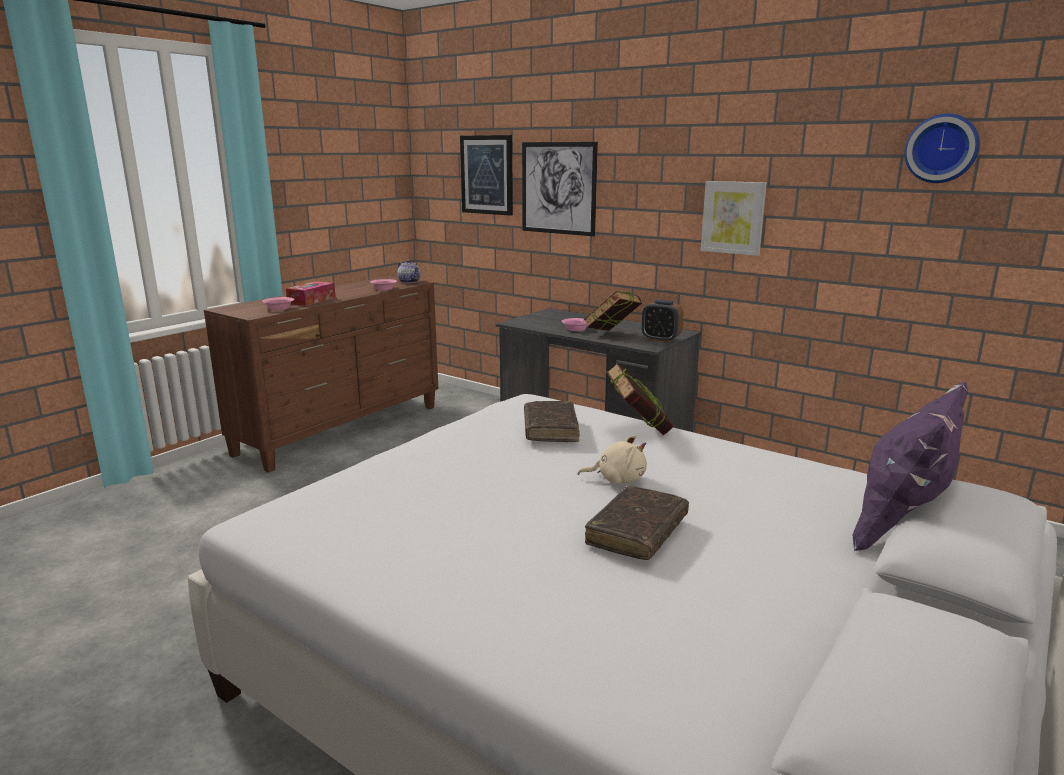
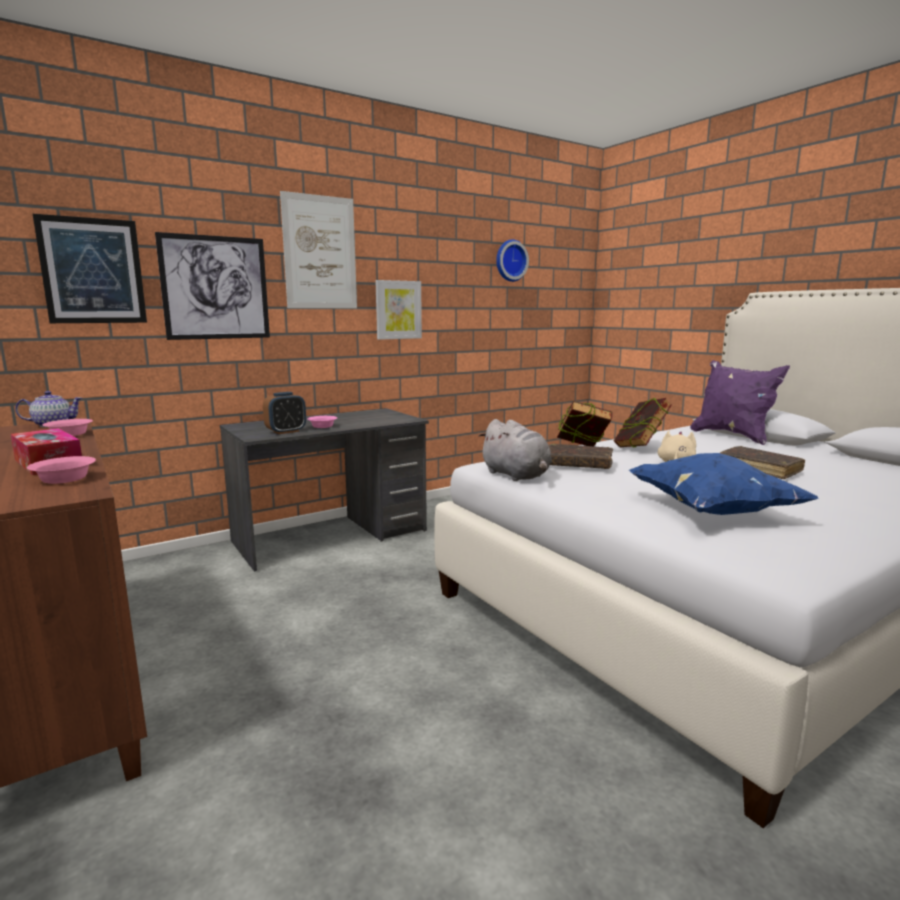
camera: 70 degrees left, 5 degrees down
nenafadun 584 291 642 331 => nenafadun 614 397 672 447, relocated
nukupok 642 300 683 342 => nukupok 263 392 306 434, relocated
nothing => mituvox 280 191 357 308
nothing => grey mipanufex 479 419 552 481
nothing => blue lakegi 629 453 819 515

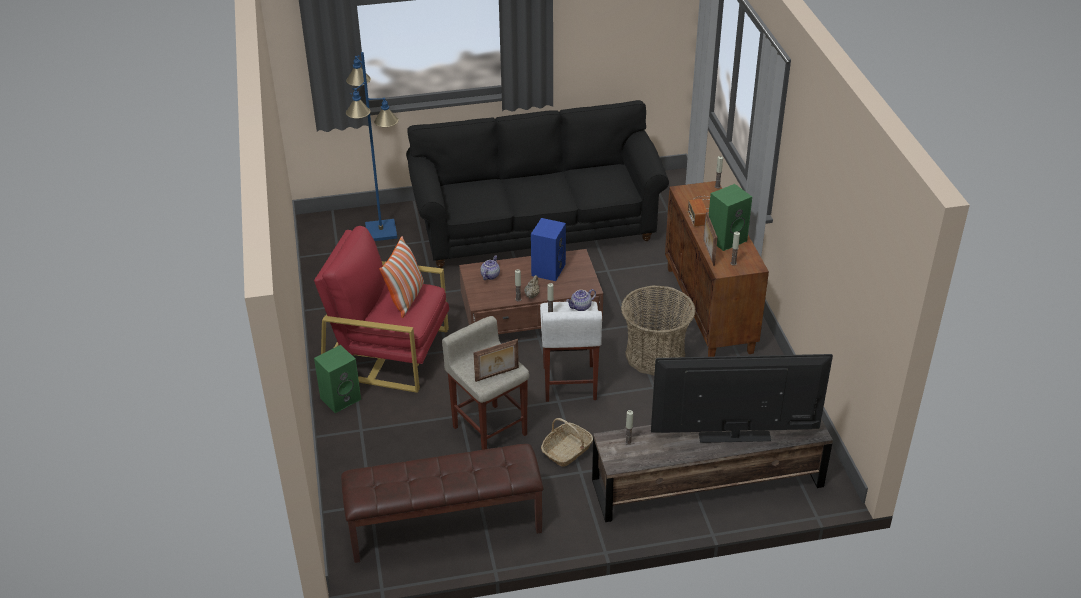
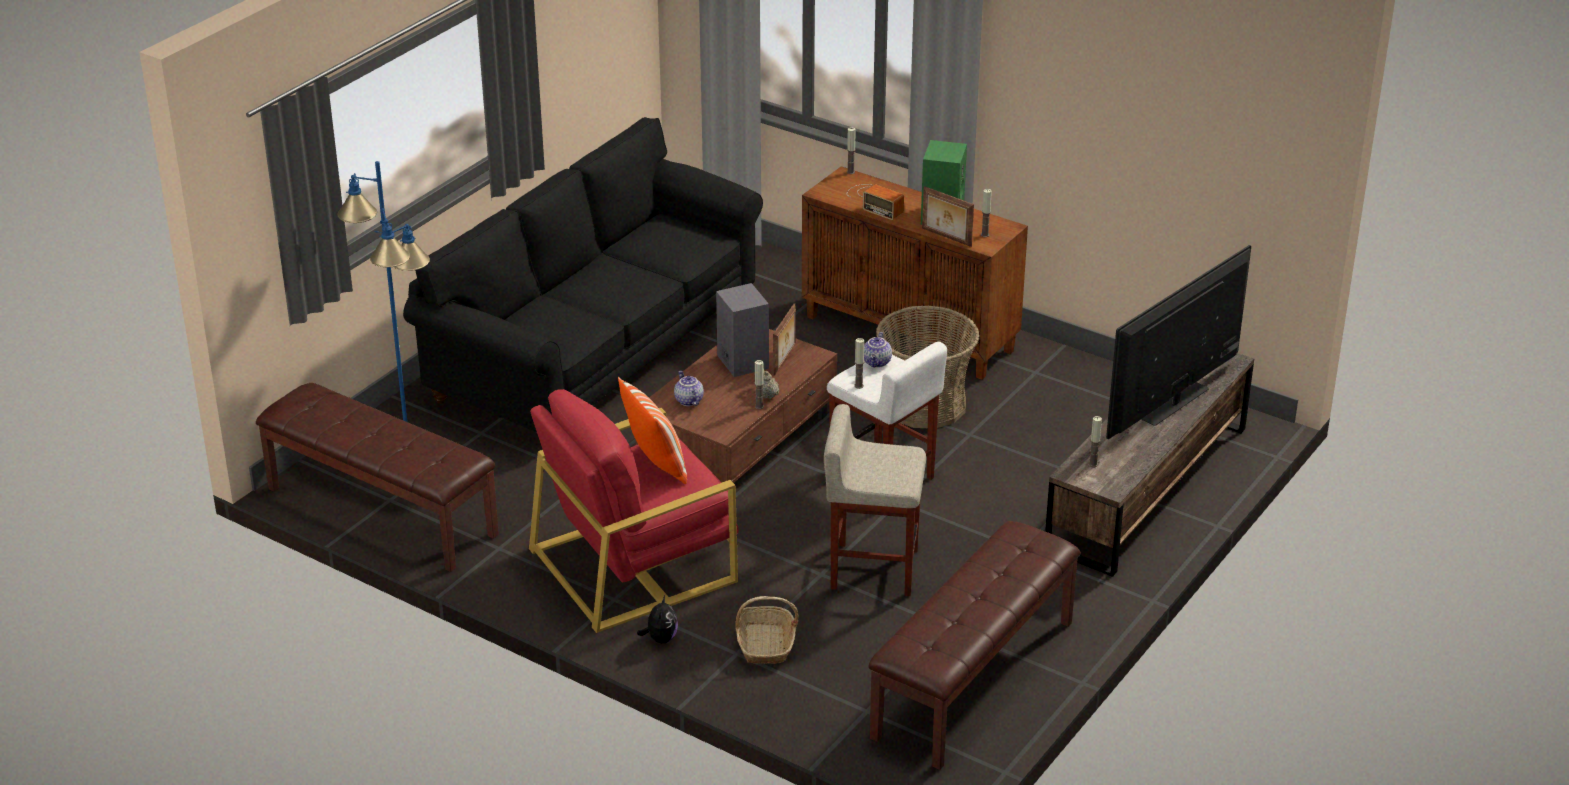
camera: 45 degrees left, 5 degrees down
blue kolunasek 531 218 566 281 => grey kolunasek 716 283 769 377
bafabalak 474 339 519 382 => bafabalak 773 303 796 376, relocated
green kolunasek 314 345 361 413 => mipanufex 637 595 678 643
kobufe 541 418 593 467 => kobufe 735 596 799 664, relocated
nothing => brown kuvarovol 256 383 499 572

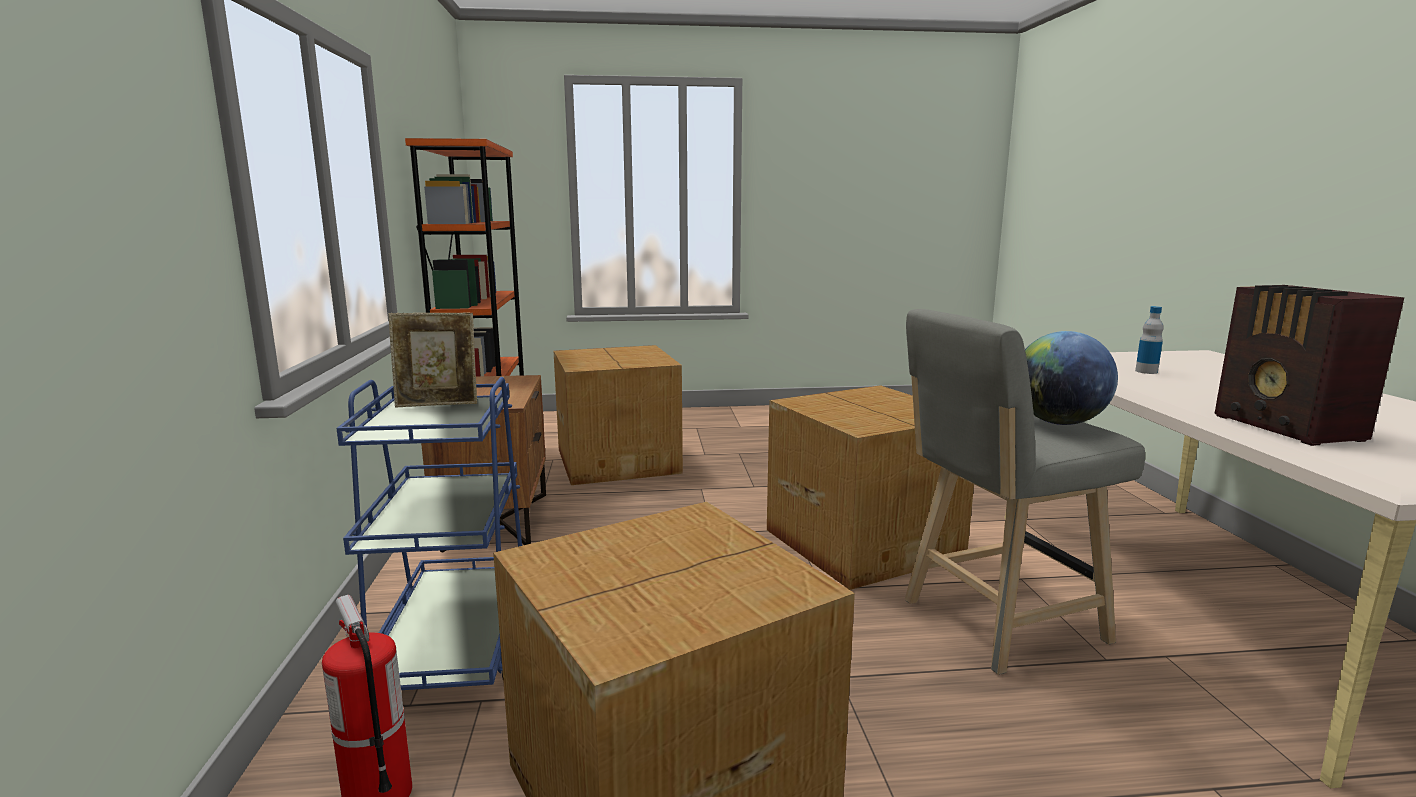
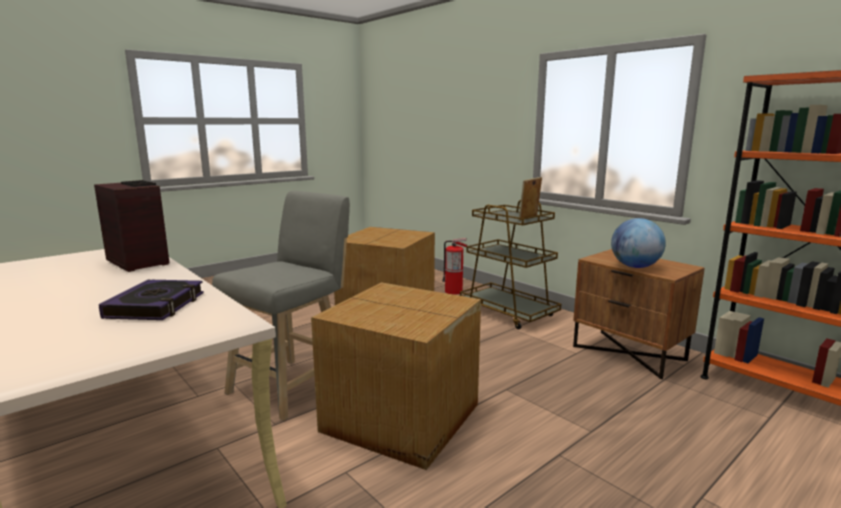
camera: 145 degrees right, 0 degrees up
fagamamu 1135 306 1164 374 => nenafadun 99 279 204 320
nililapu 1025 331 1118 425 => nililapu 611 218 666 268, relocated
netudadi 554 345 683 485 => nothing
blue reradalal 336 377 522 690 => brown reradalal 460 200 561 329

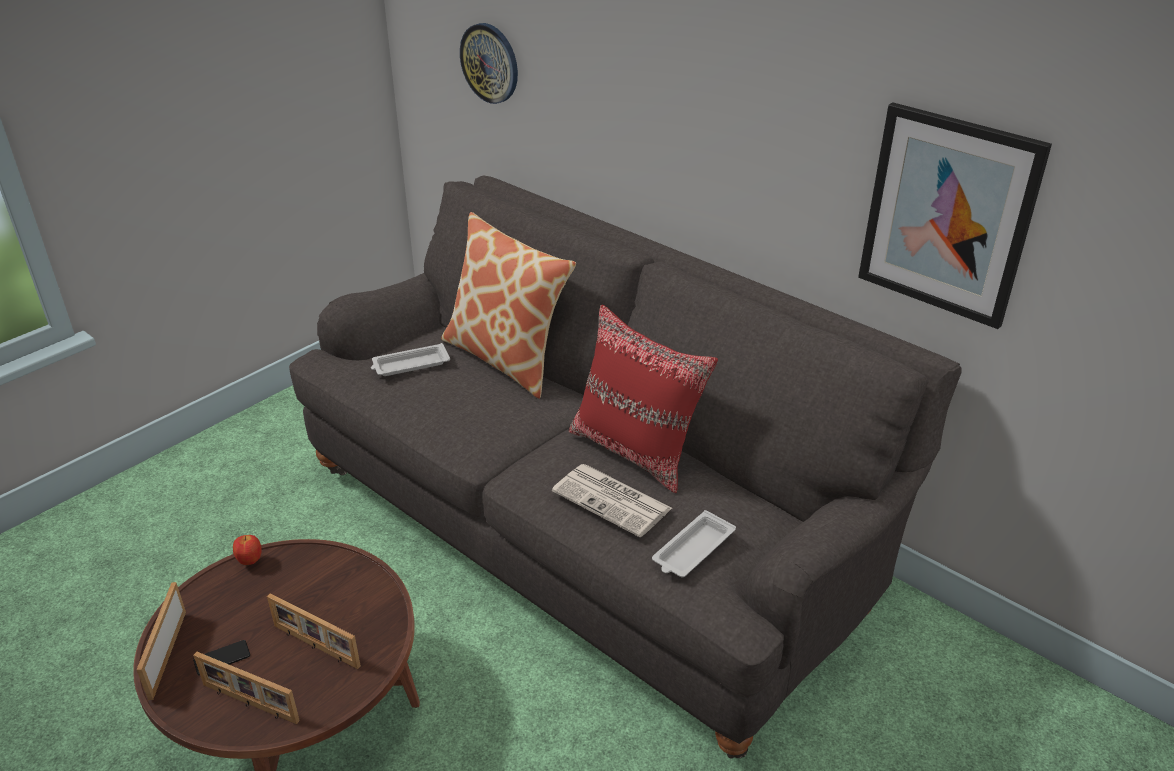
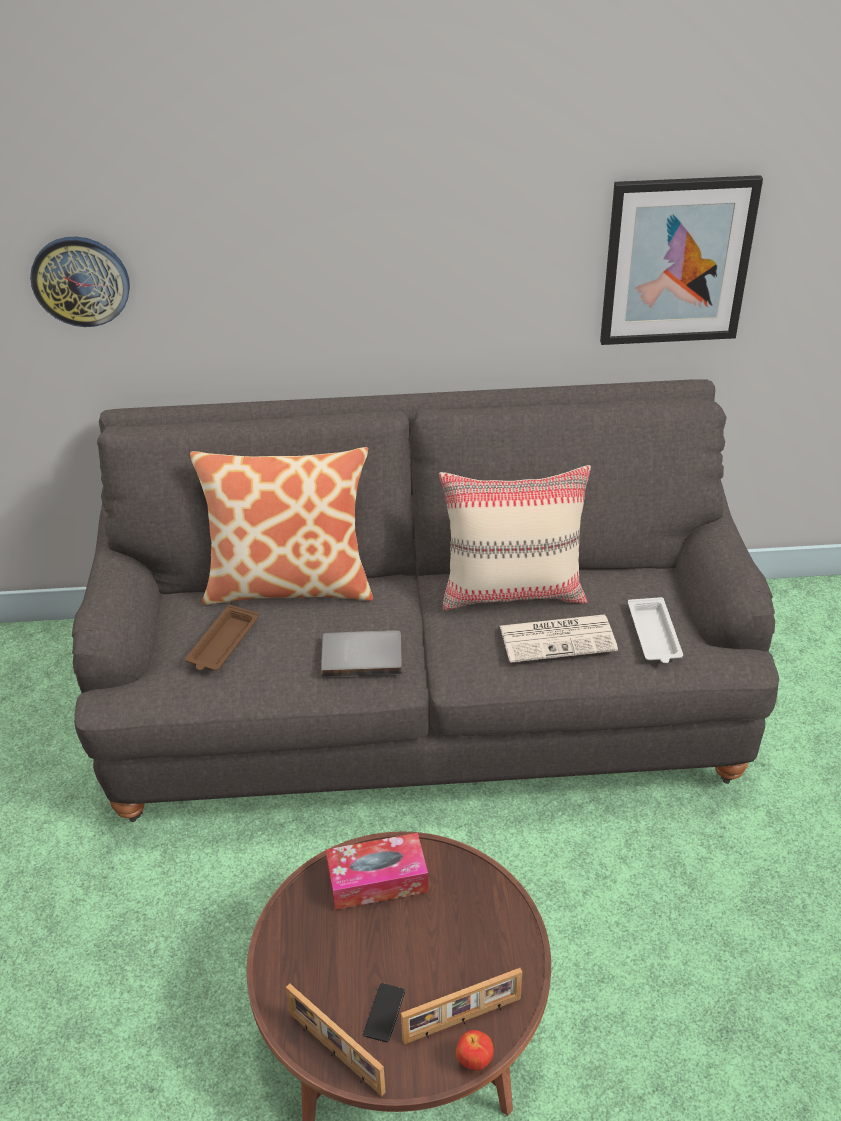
camera: 45 degrees left, 5 degrees up
red lakegi 569 305 718 493 => beige lakegi 439 465 591 610
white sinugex 371 343 450 376 => brown sinugex 185 605 259 671
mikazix 233 535 261 565 => mikazix 456 1030 494 1071, relocated
bafabalak 267 594 361 669 => nothing
nothing => grey nenafadun 321 630 402 677
nothing => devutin 326 833 428 910

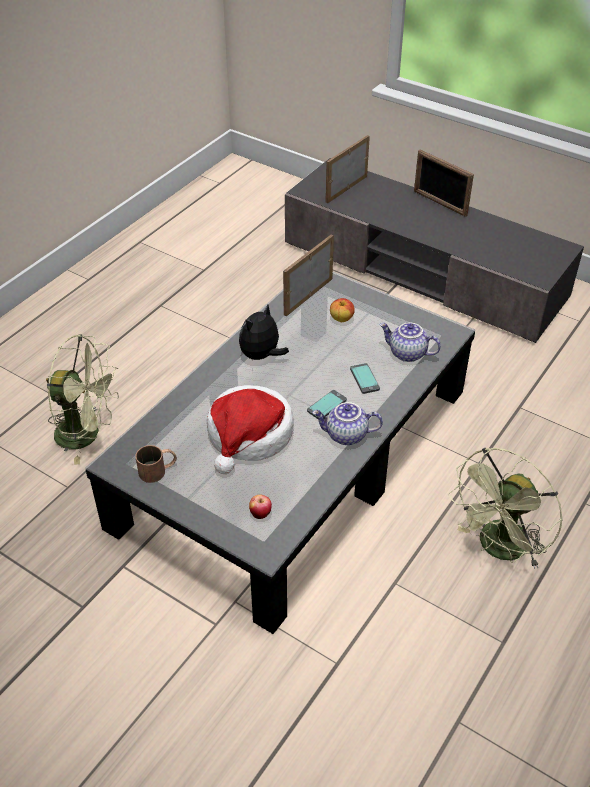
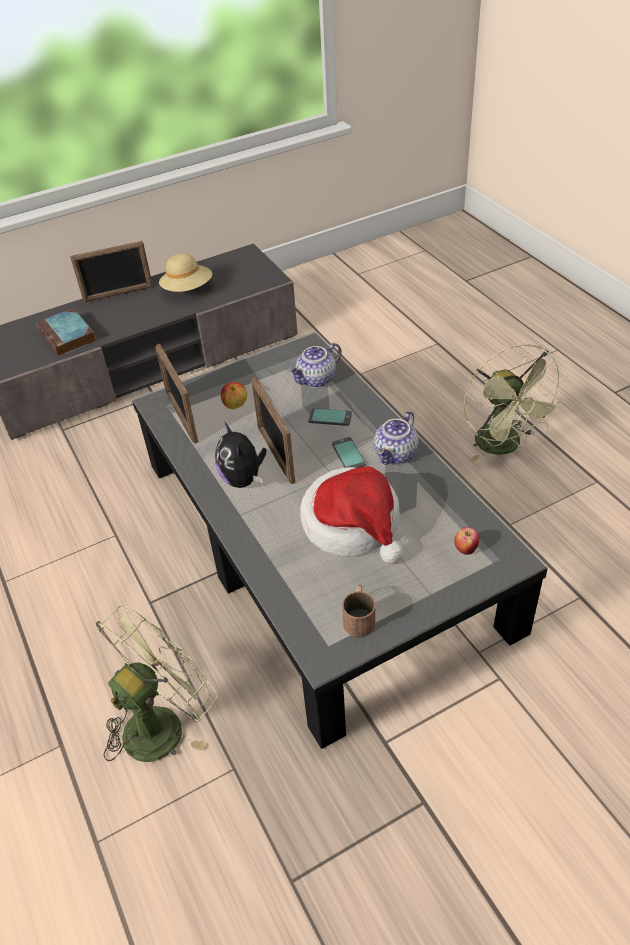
camera: 60 degrees left, 0 degrees up
bafabalak 326 135 370 203 => bafabalak 251 377 295 484, relocated
nothing => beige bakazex 159 253 212 292
nothing => nenafadun 36 308 96 356

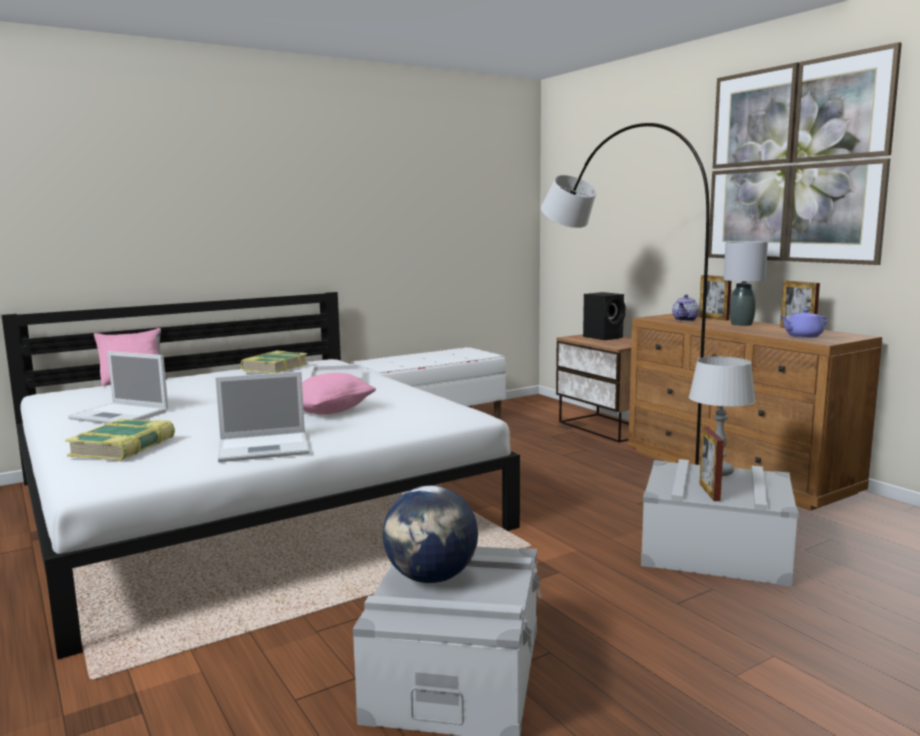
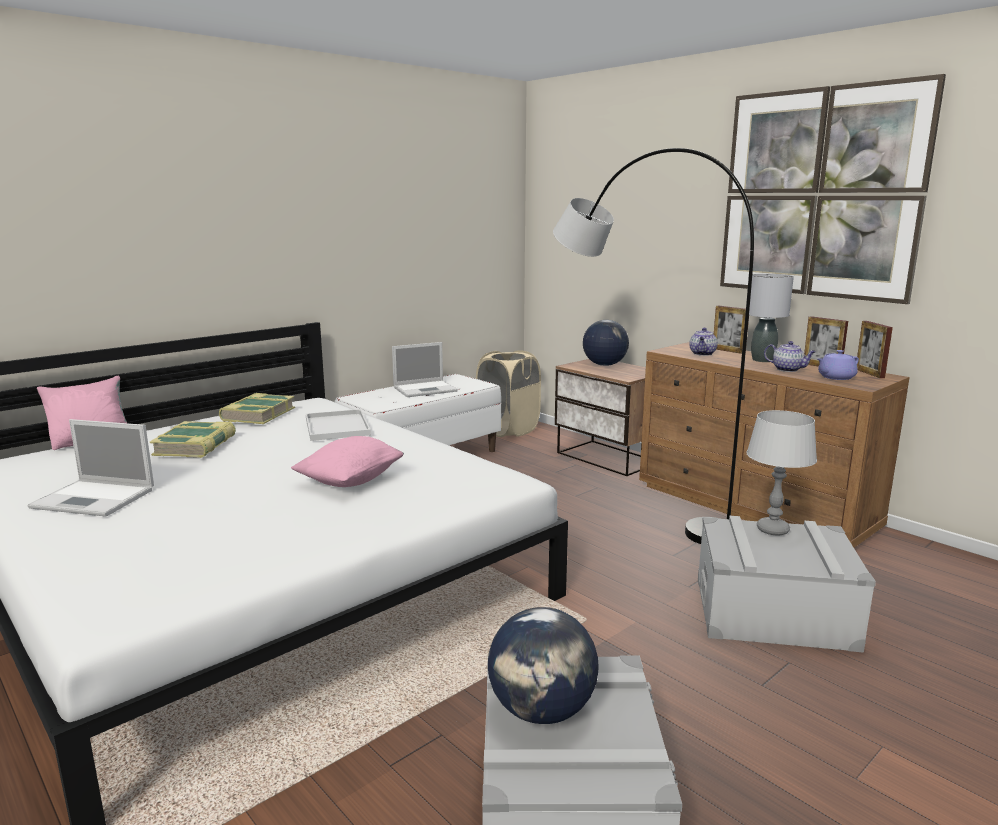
camera: 10 degrees left, 5 degrees up
black kolunasek 583 292 625 340 => nililapu 583 320 629 366
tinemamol 215 371 310 462 => tinemamol 392 342 458 397, relocated
nenafadun 65 419 175 461 => nenafadun 150 421 236 458, relocated
bafabalak 699 427 724 501 => bafabalak 857 321 893 378, relocated
nothing => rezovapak 764 341 816 372
nothing => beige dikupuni 476 350 541 437

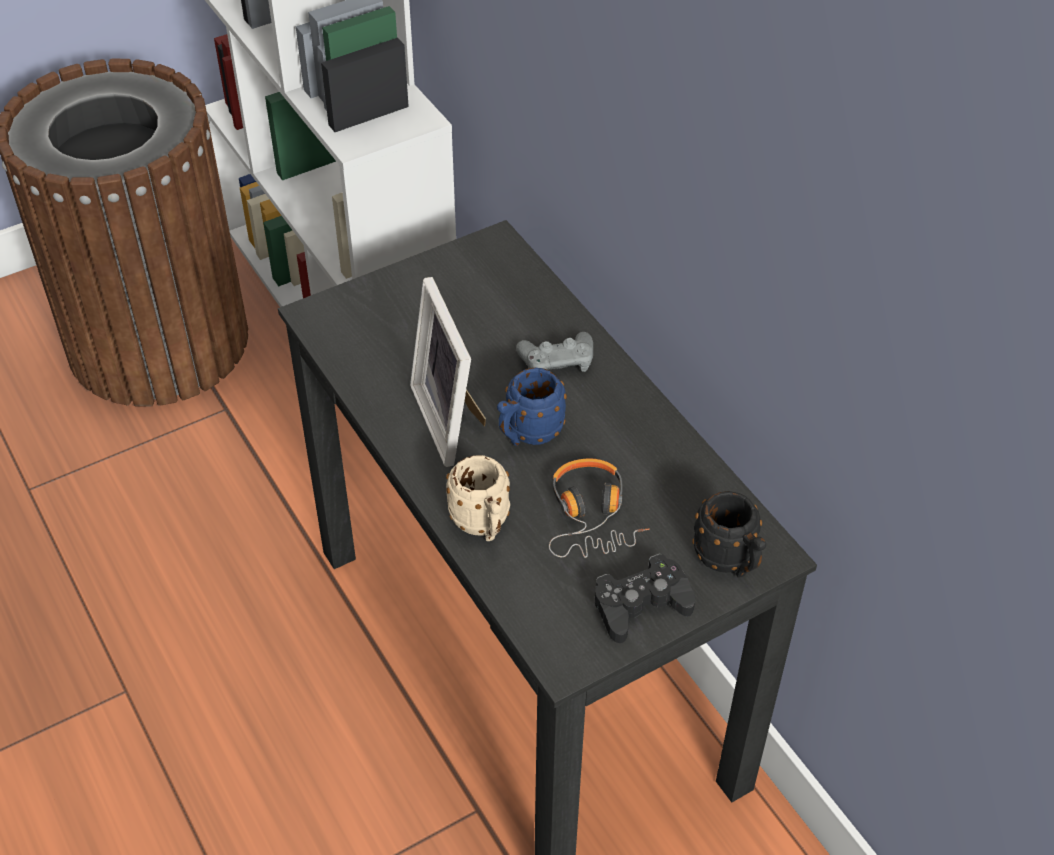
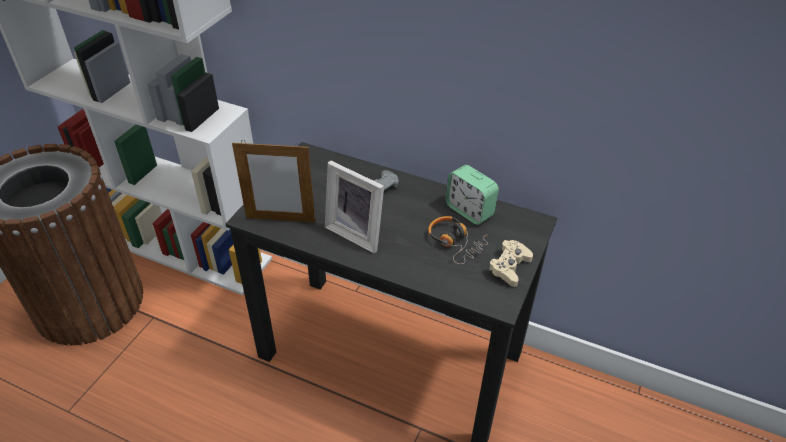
camera: 35 degrees left, 5 degrees down
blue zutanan 497 368 567 446 => nothing
beige zutanan 446 455 510 541 => nothing
black zutanan 692 491 766 578 => nothing
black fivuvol 595 554 695 643 => beige fivuvol 488 240 533 287
nothing => bafabalak 232 140 315 222
nothing => nukupok 446 165 499 225

